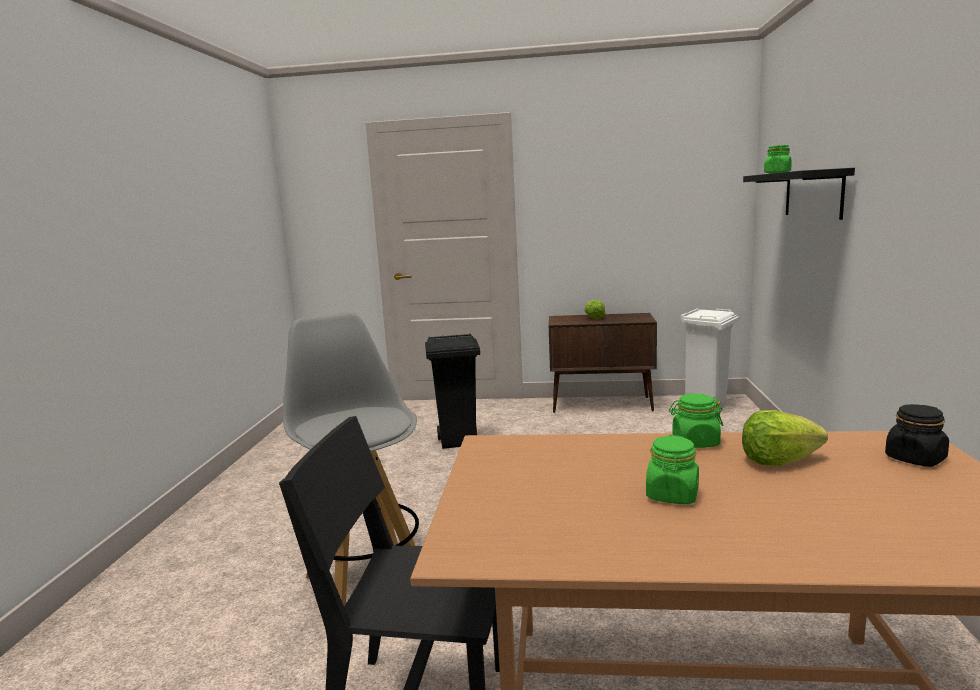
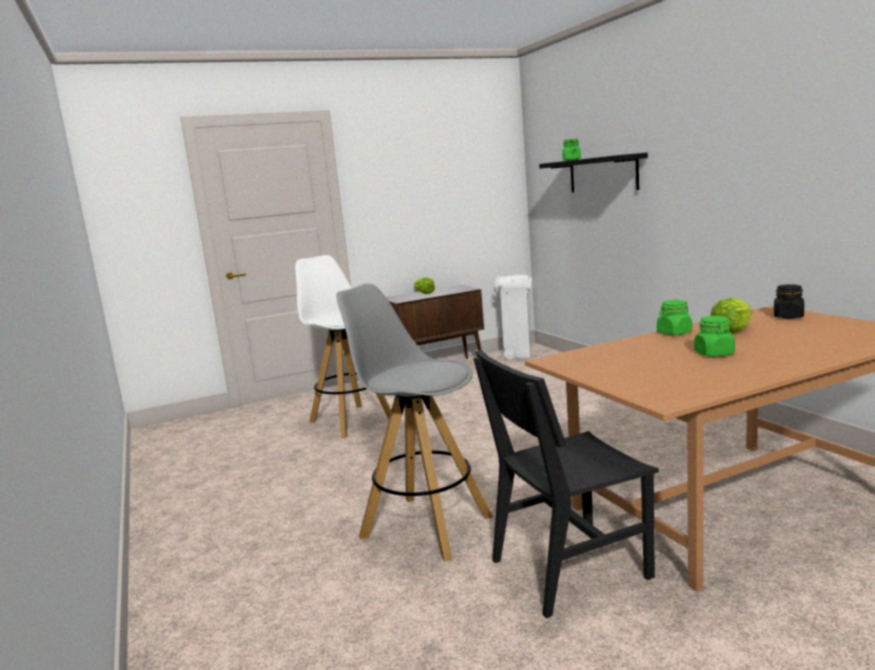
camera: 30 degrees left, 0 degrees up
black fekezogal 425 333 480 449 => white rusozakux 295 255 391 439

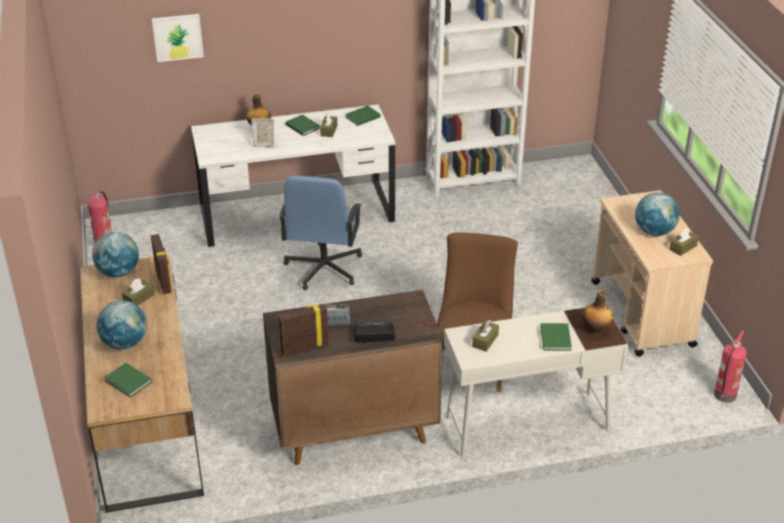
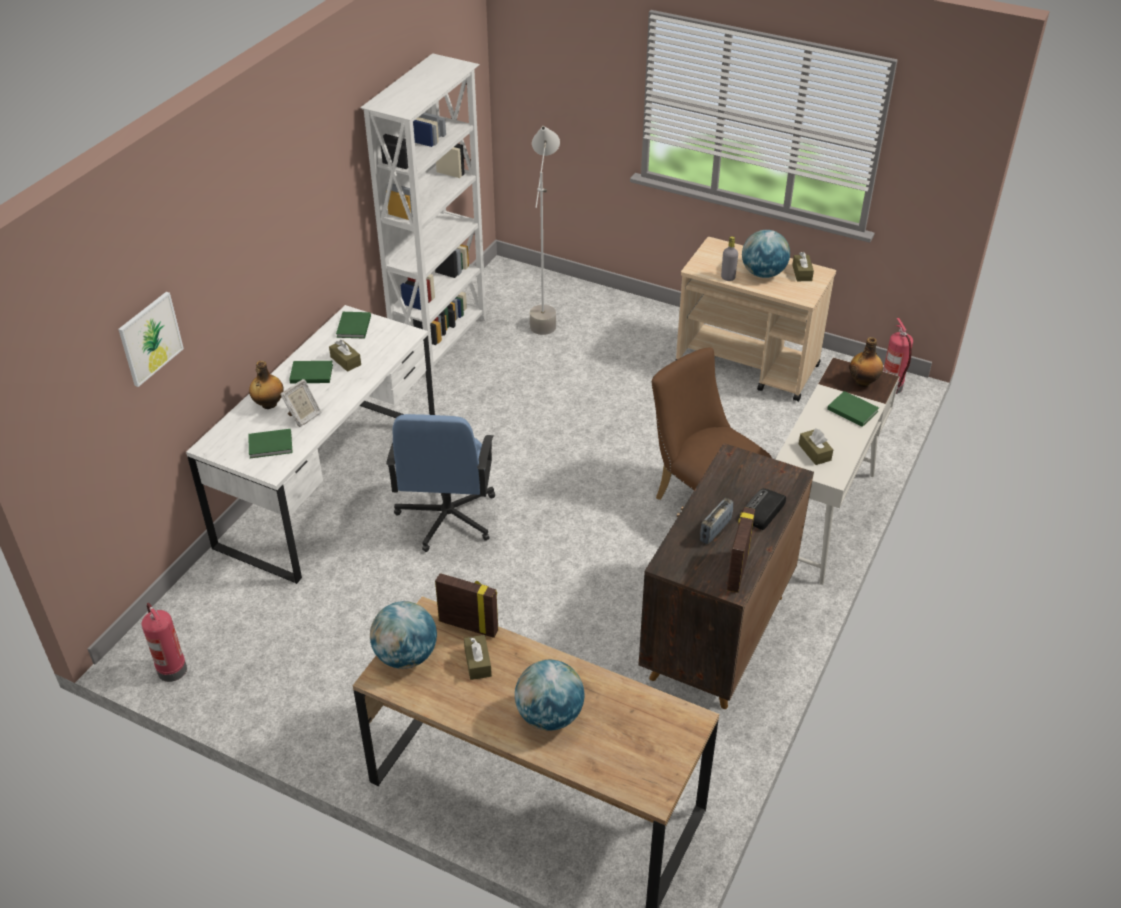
camera: 50 degrees left, 5 degrees up
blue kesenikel 279 176 362 290 => blue kesenikel 386 414 495 552, 45 degrees clockwise
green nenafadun 104 363 152 398 => green nenafadun 248 429 293 458, relocated
nothing => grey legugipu 530 126 560 335
nothing => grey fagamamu 721 236 738 281

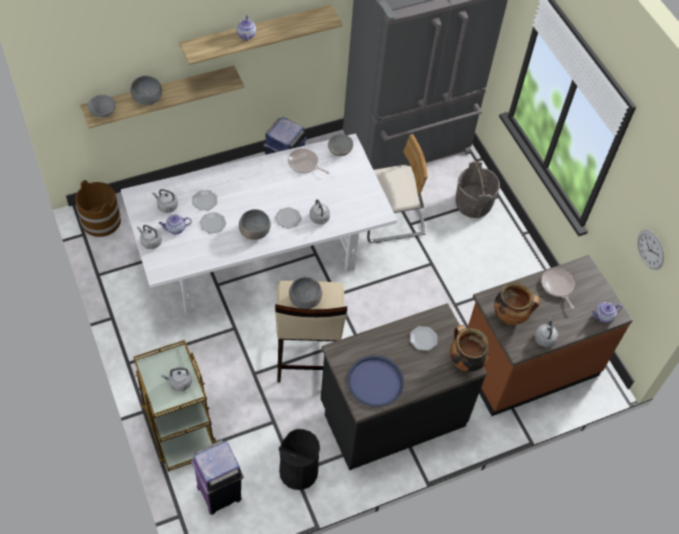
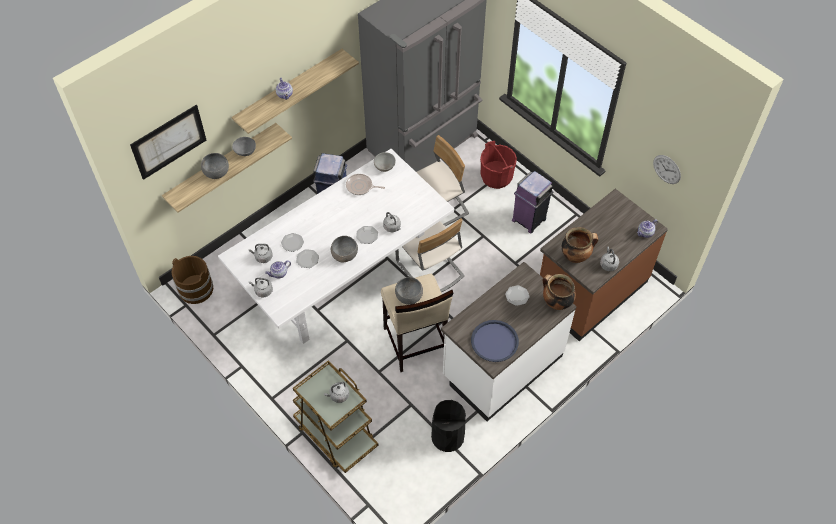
camera: 15 degrees left, 0 degrees up
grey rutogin 88 95 115 118 => grey rutogin 232 137 256 156, relocated
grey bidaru 456 161 500 218 => red bidaru 480 141 517 189
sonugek 541 268 575 309 => nothing
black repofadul 321 303 487 470 => white repofadul 441 262 577 421
purple fekezogal 191 440 244 515 => purple fekezogal 512 171 553 234, relocated
nothing => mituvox 130 105 206 180
nothing => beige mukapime 395 218 465 293

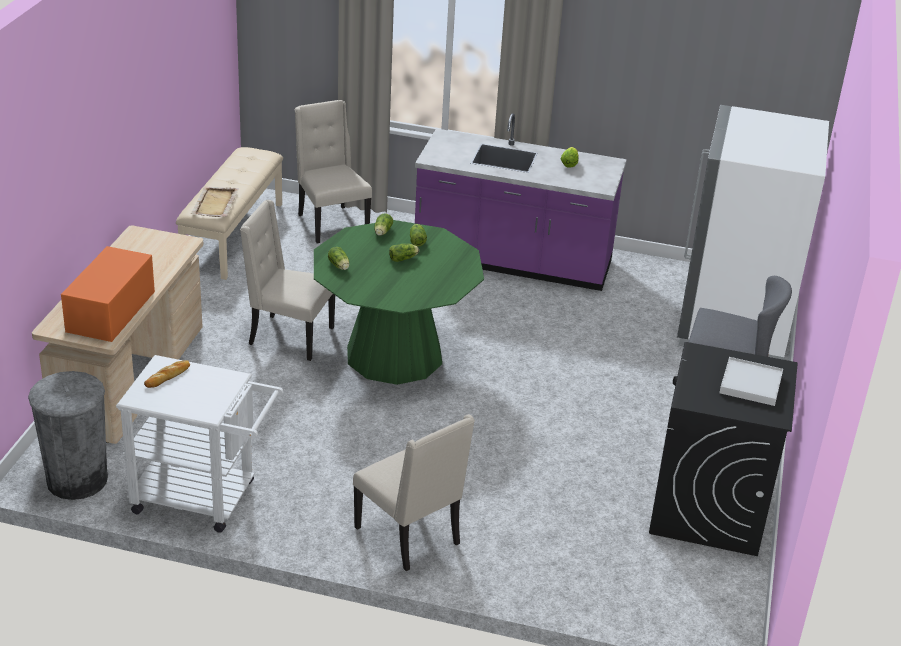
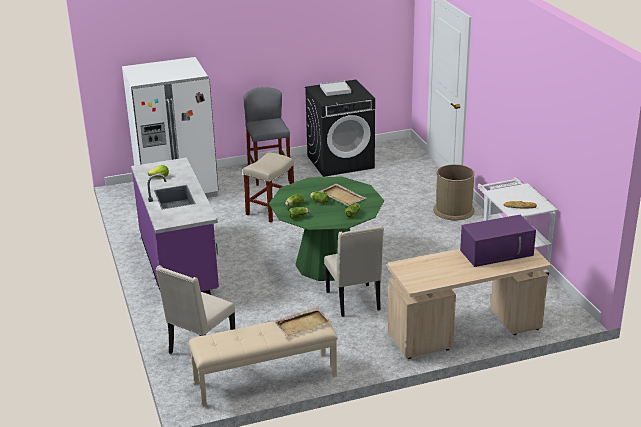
camera: 120 degrees left, 5 degrees down
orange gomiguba 61 246 155 342 => purple gomiguba 460 215 536 267
grey fekezogal 28 371 108 500 => nothing
beige mukapime 353 414 475 571 => brown fekezogal 433 164 475 220
nothing => beige rusozakux 243 152 294 222
nothing => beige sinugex 318 184 366 206

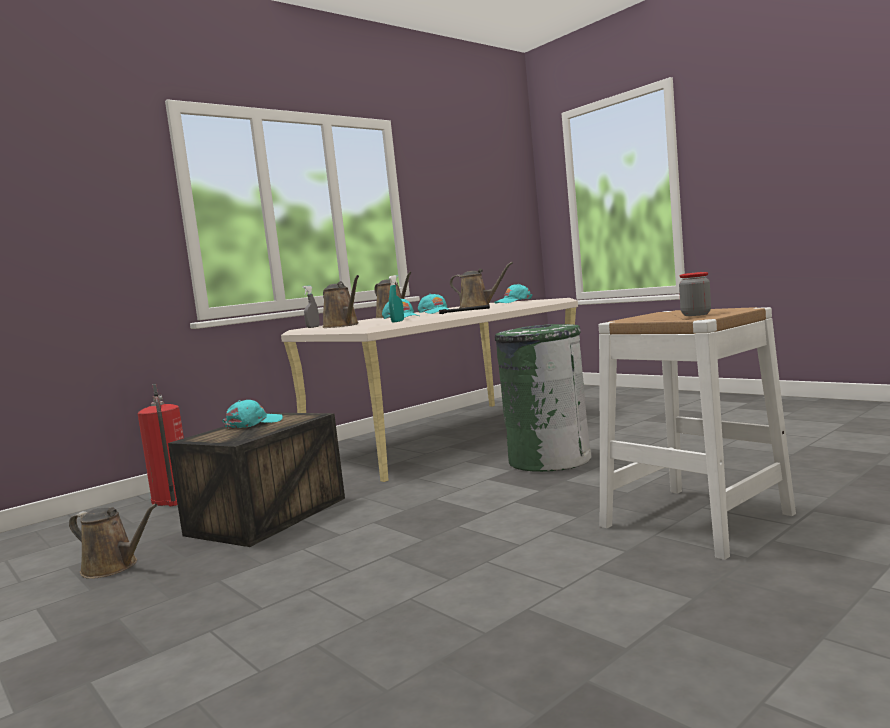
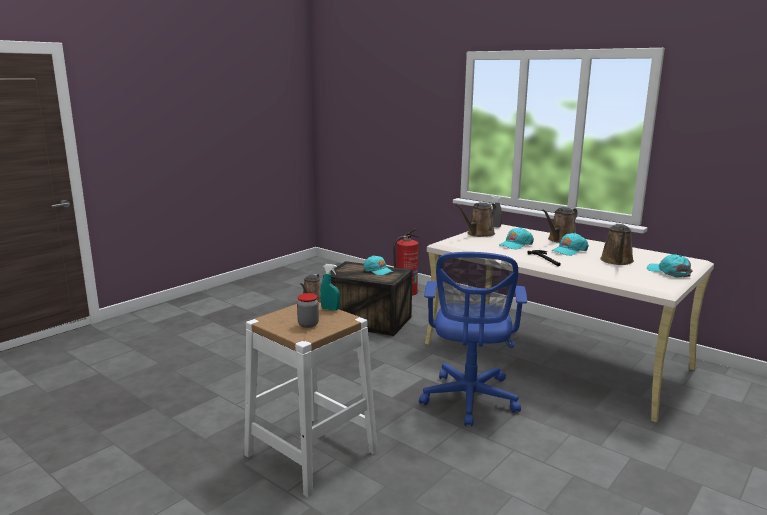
camera: 80 degrees right, 10 degrees up
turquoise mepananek 388 275 404 323 => turquoise mepananek 320 264 340 311, relocated
green fekezogal 495 324 591 472 => blue kesenikel 419 252 527 426

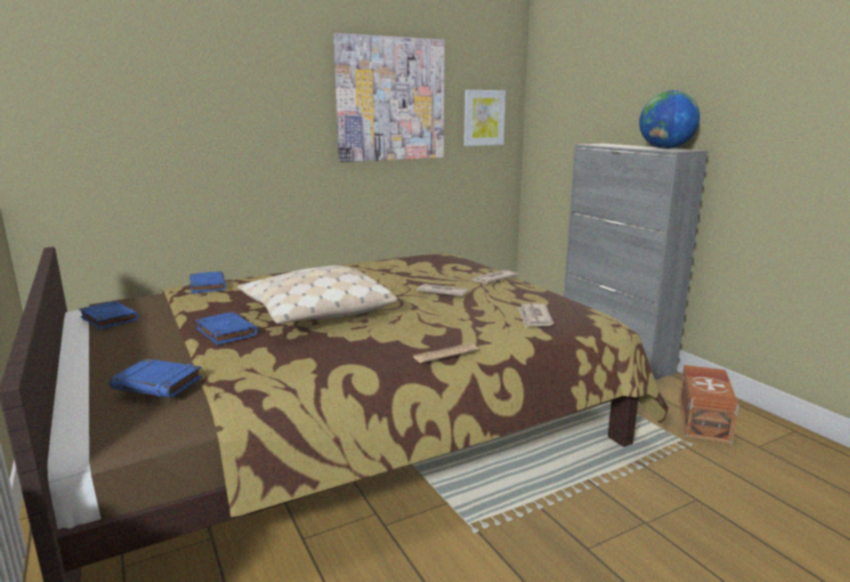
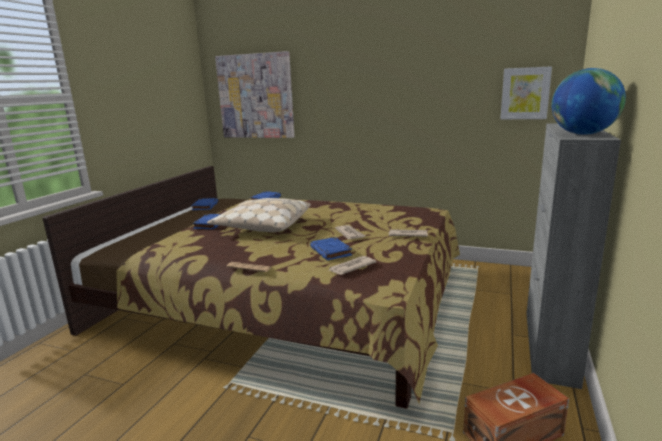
camera: 50 degrees right, 0 degrees up
mituvox 333 33 445 162 => mituvox 215 51 295 138, relocated
blue nenafadun 110 359 202 398 => blue nenafadun 310 237 352 260, relocated

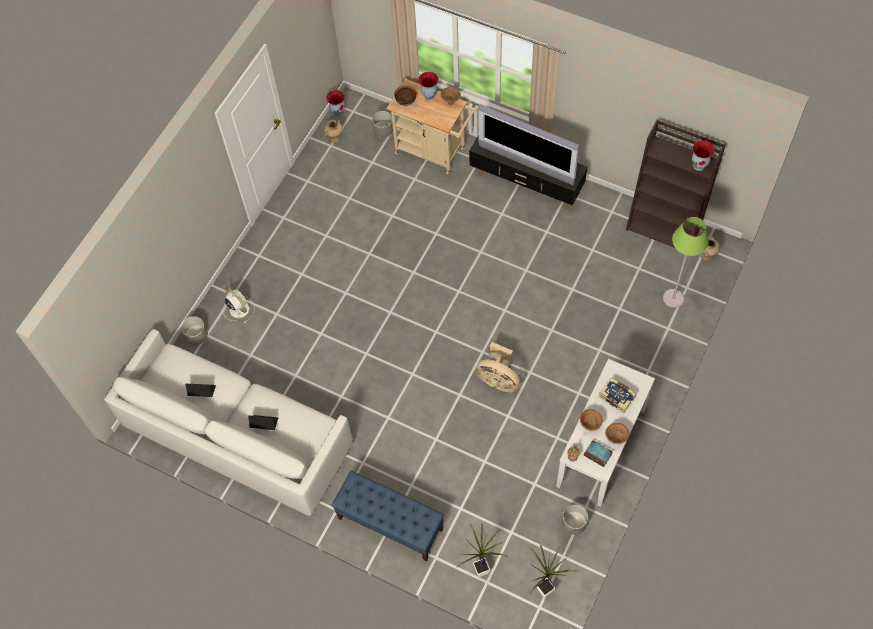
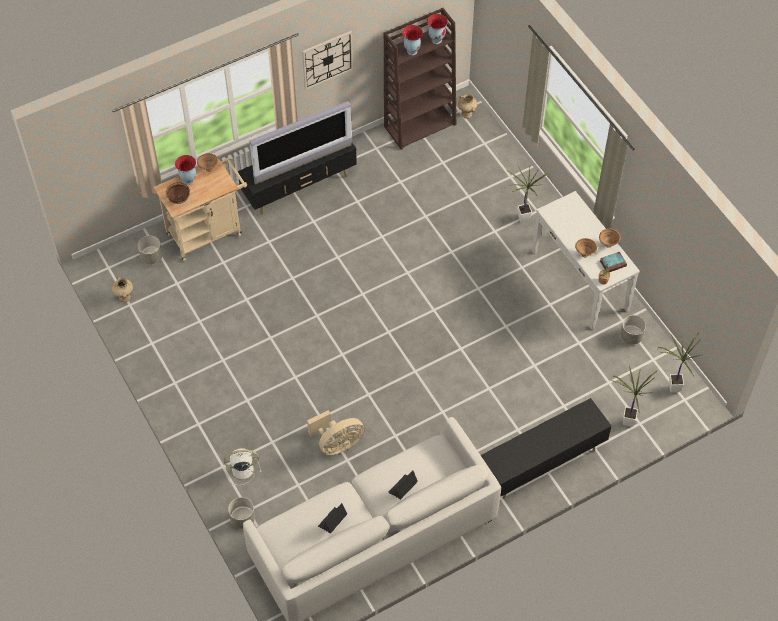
camera: 60 degrees left, 5 degrees down
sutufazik 326 90 345 117 => sutufazik 402 25 423 55, relocated
green legugipu 663 217 709 308 => nothing
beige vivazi 476 342 520 392 => beige vivazi 307 410 364 455, relocated
nenafadun 599 378 636 413 => nothing
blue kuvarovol 331 471 444 562 => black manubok 481 398 612 499
nothing => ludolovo 302 31 353 90
nothing => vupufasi 507 166 550 223

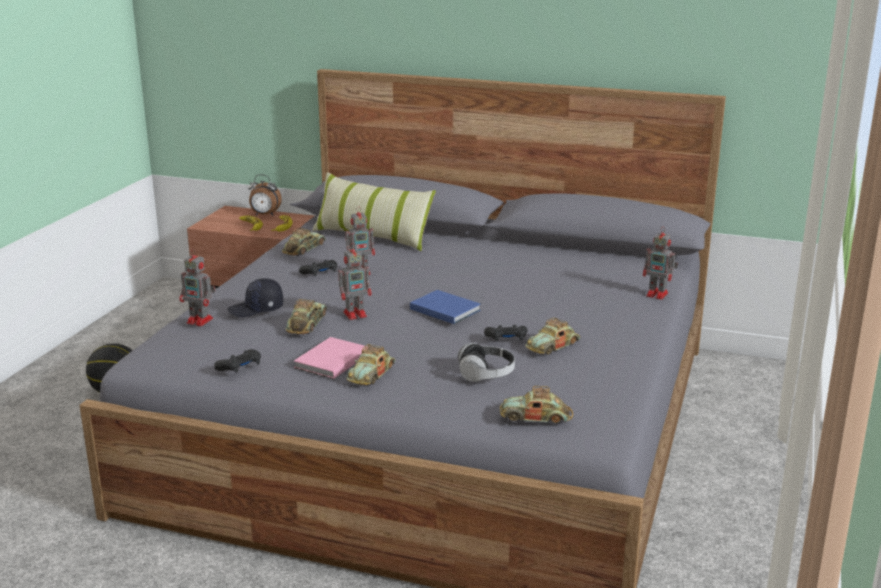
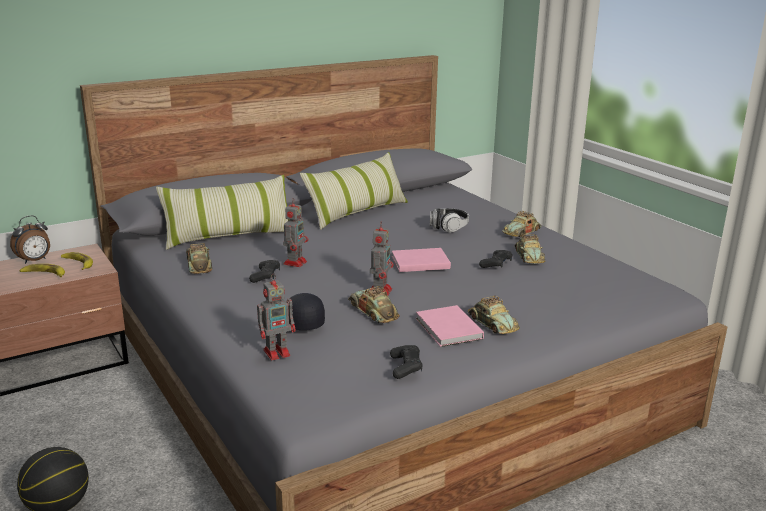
camera: 50 degrees left, 0 degrees up
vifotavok 643 228 678 300 => nothing
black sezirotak 227 278 283 317 => black sezirotak 289 293 325 330, 150 degrees clockwise
blue nenafadun 410 290 481 324 => pink nenafadun 392 248 451 272
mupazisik 458 343 515 382 => mupazisik 430 208 469 233, relocated
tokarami 500 386 573 423 => tokarami 502 211 541 237, relocated
nothing => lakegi 300 152 408 230

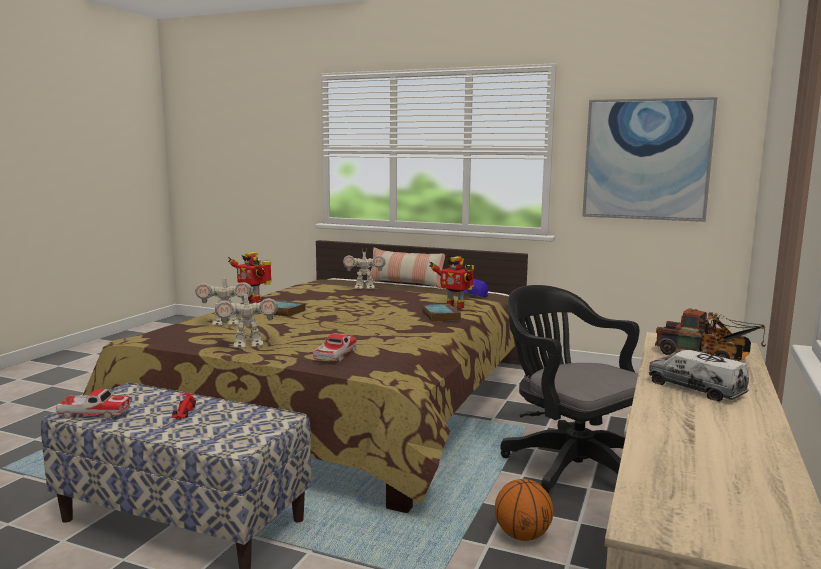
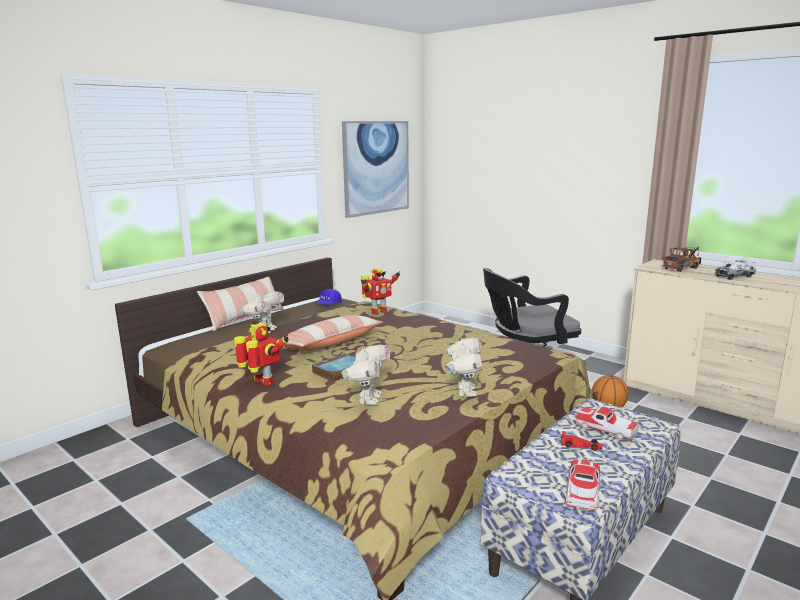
camera: 70 degrees left, 5 degrees up
vifotavok 228 252 272 303 => vifotavok 234 320 289 386, 105 degrees counterclockwise
nenafadun 422 304 461 322 => nothing
tokarami 313 334 357 362 => tokarami 576 406 639 440, relocated
nothing => lakegi 282 315 383 351

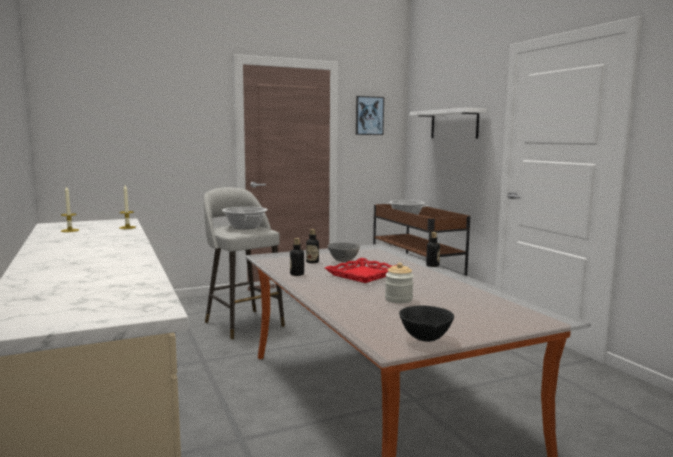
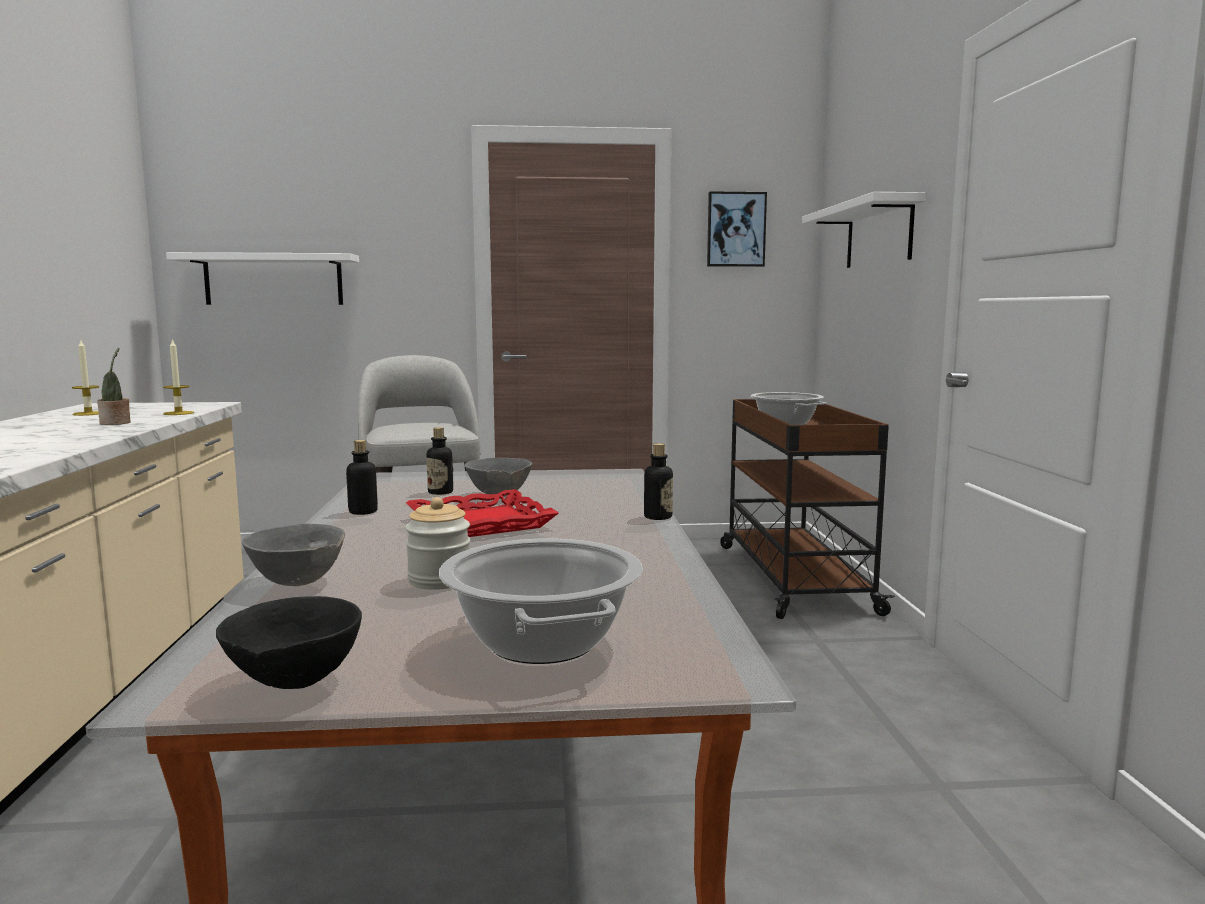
camera: 20 degrees right, 0 degrees up
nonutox 222 207 268 229 => nonutox 439 539 643 664, relocated
nothing => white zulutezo 166 252 359 305
nothing => vupufasi 97 348 131 425
nothing => grey rutogin 242 524 345 586

